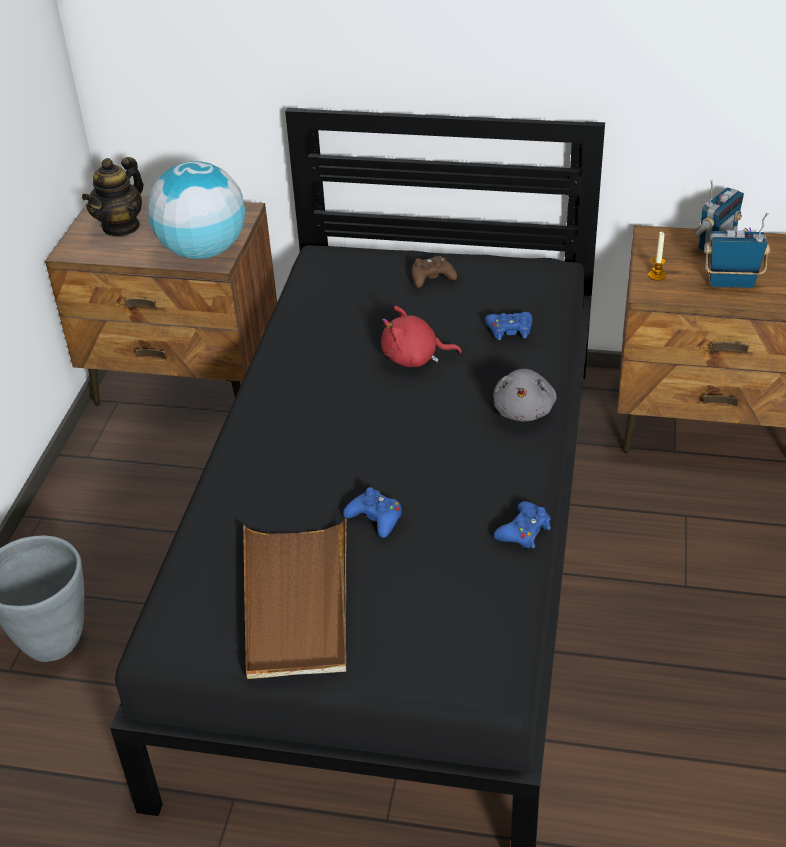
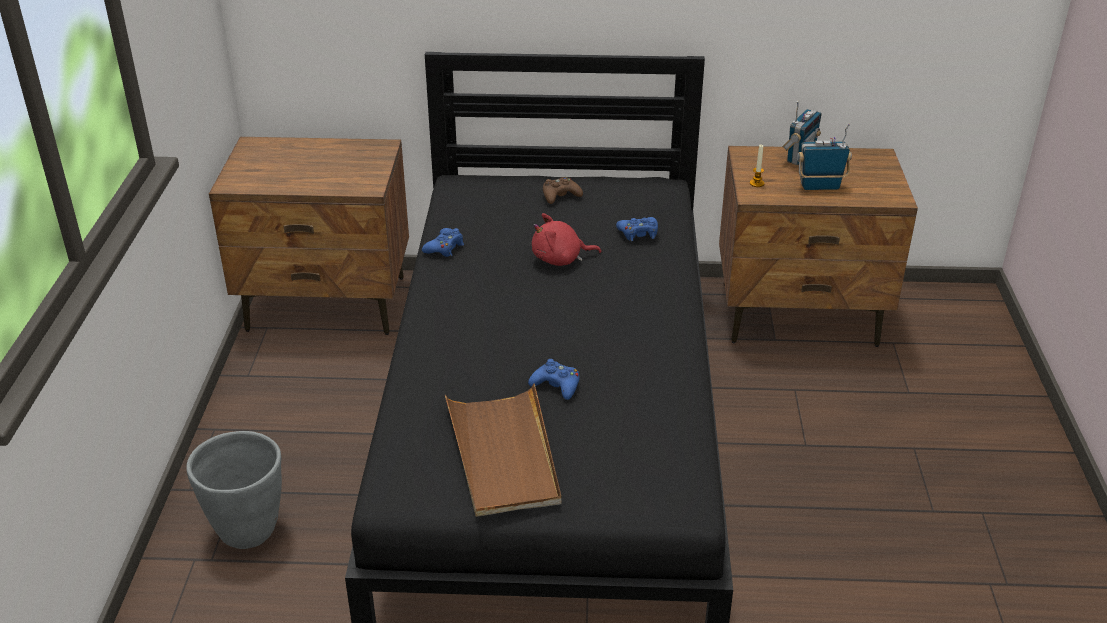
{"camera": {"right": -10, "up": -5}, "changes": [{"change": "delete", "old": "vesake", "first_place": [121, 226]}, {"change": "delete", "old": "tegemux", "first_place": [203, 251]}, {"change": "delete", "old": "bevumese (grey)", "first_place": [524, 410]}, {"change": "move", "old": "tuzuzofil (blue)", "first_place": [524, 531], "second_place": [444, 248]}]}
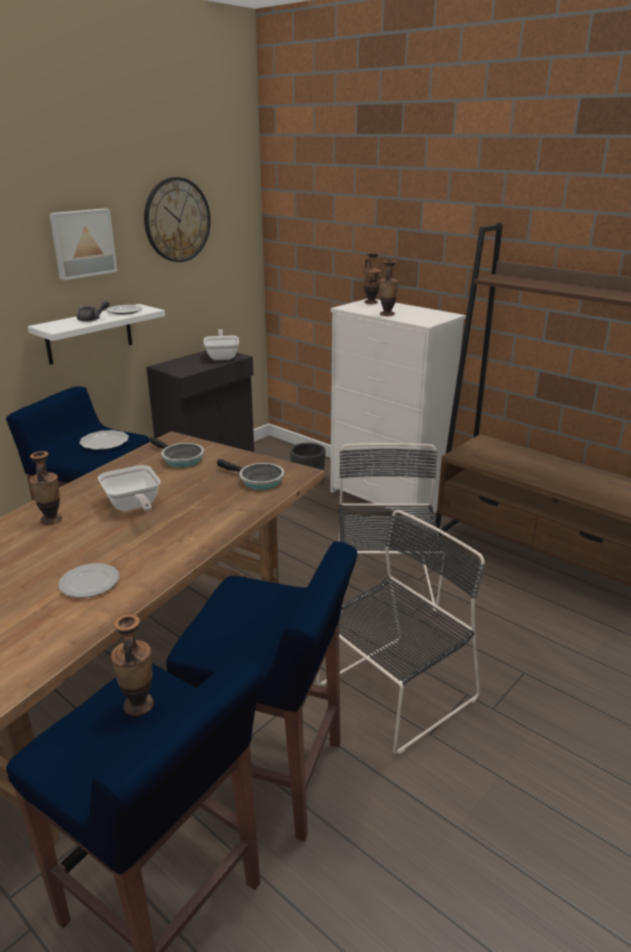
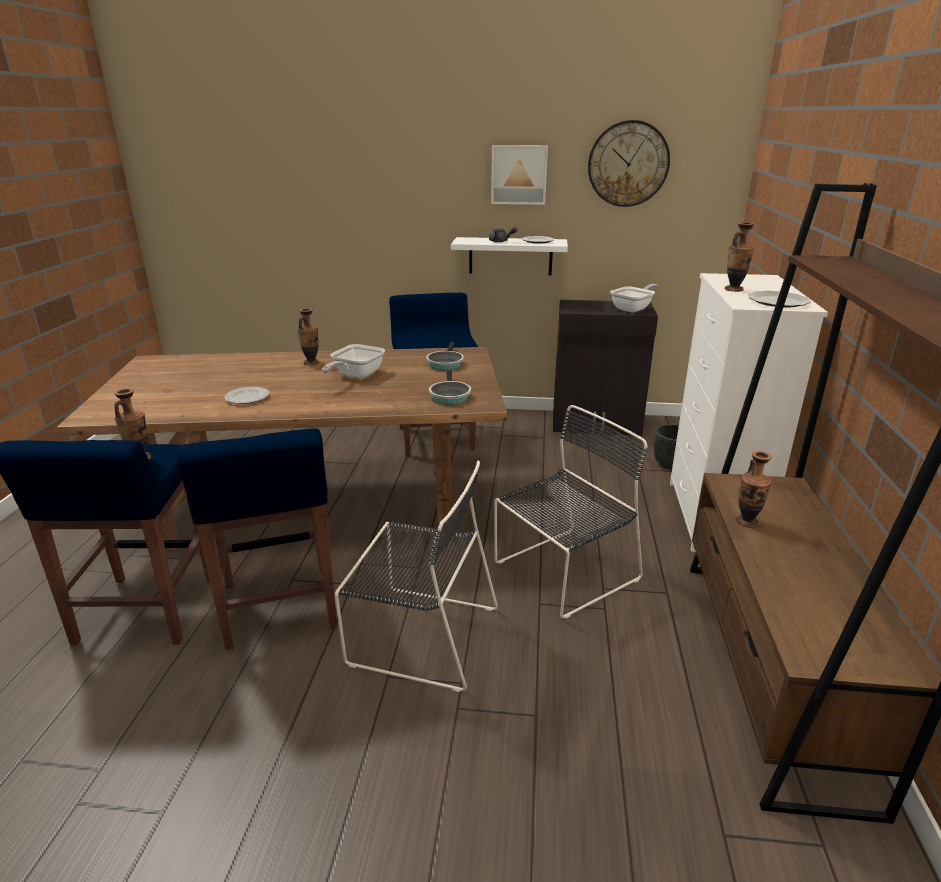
{"camera": {"right": 55, "up": 0}, "changes": [{"change": "move", "old": "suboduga", "first_place": [371, 303], "second_place": [747, 522]}, {"change": "move", "old": "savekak", "first_place": [103, 442], "second_place": [777, 301]}]}
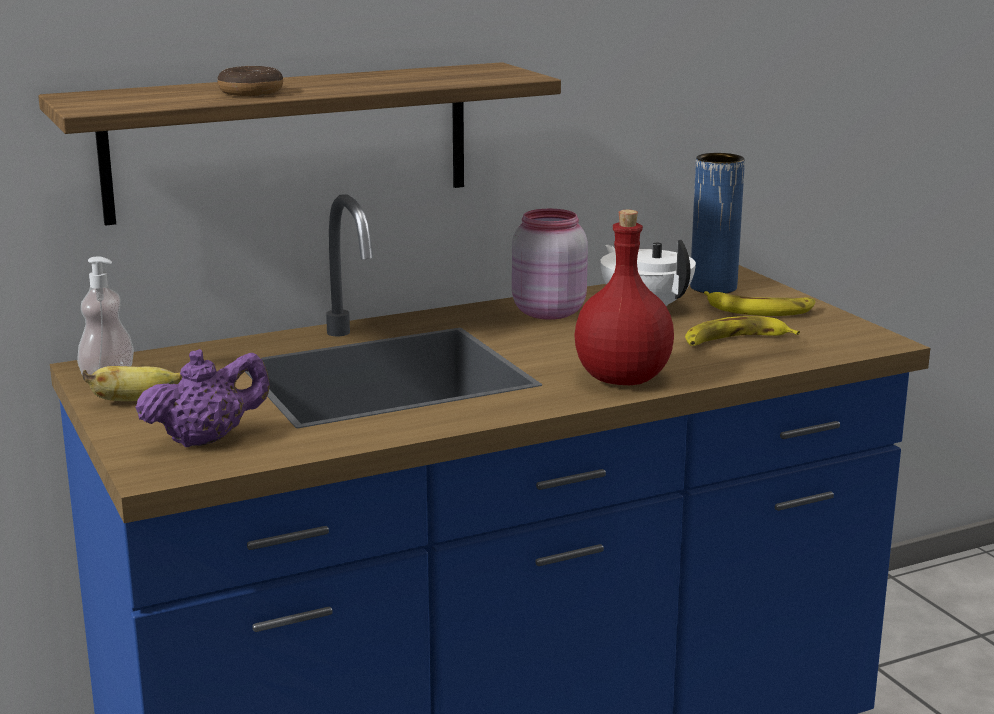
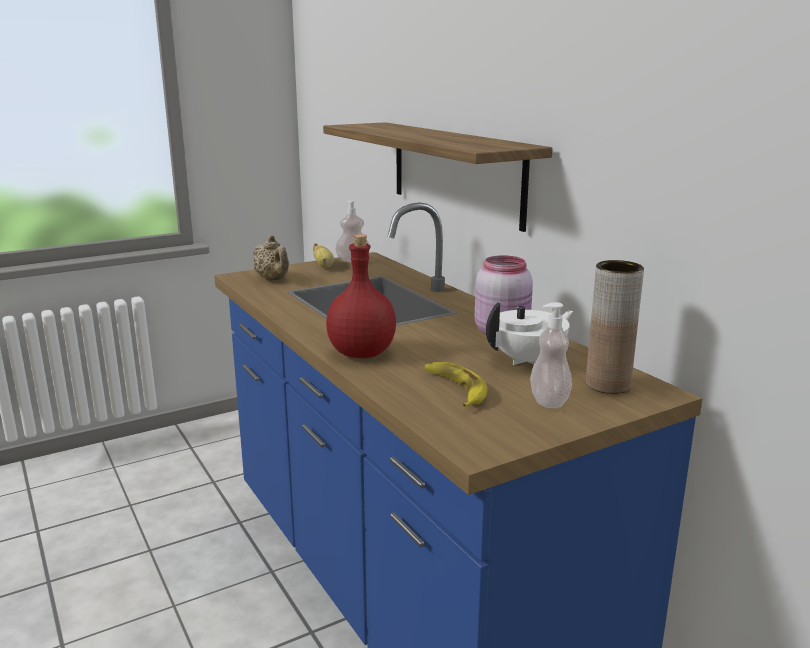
{"camera": {"right": 85, "up": 0}, "changes": [{"change": "delete", "old": "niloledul", "first_place": [251, 92]}, {"change": "recolor", "old": "suboduga (blue)", "new": "suboduga (brown)", "first_place": [713, 287], "second_place": [607, 385]}, {"change": "replace", "old": "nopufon", "new": "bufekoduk", "first_place": [759, 310], "second_place": [549, 401]}, {"change": "recolor", "old": "vesake (purple)", "new": "vesake (beige)", "first_place": [206, 440], "second_place": [273, 280]}]}
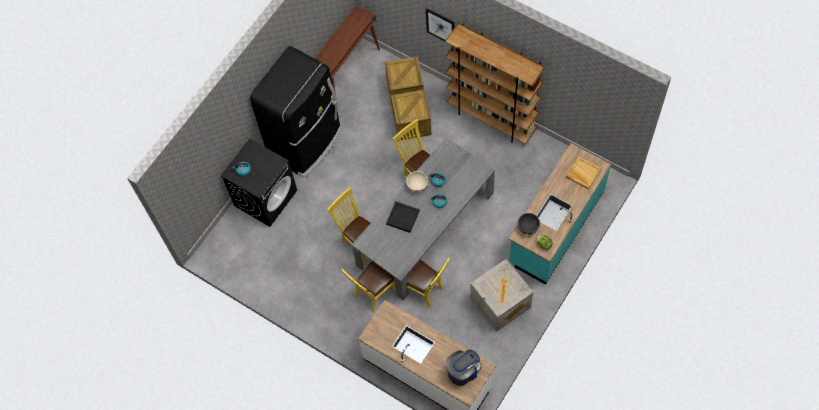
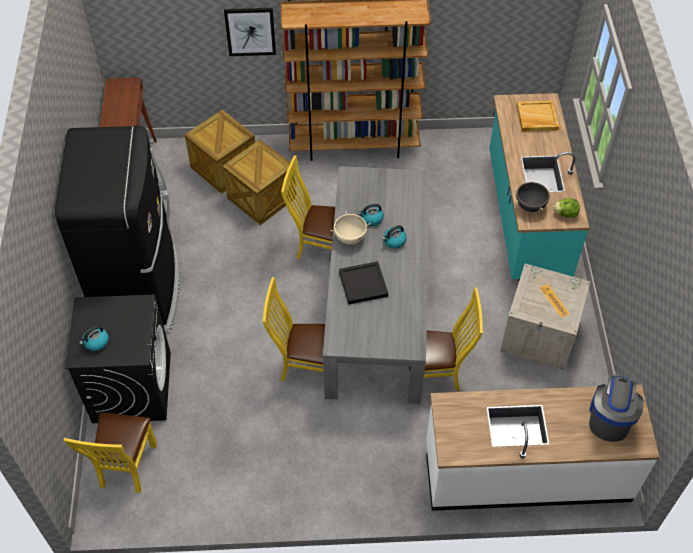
{"camera": {"right": -40, "up": -10}, "changes": [{"change": "move", "old": "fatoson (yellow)", "first_place": [373, 293], "second_place": [126, 469]}]}
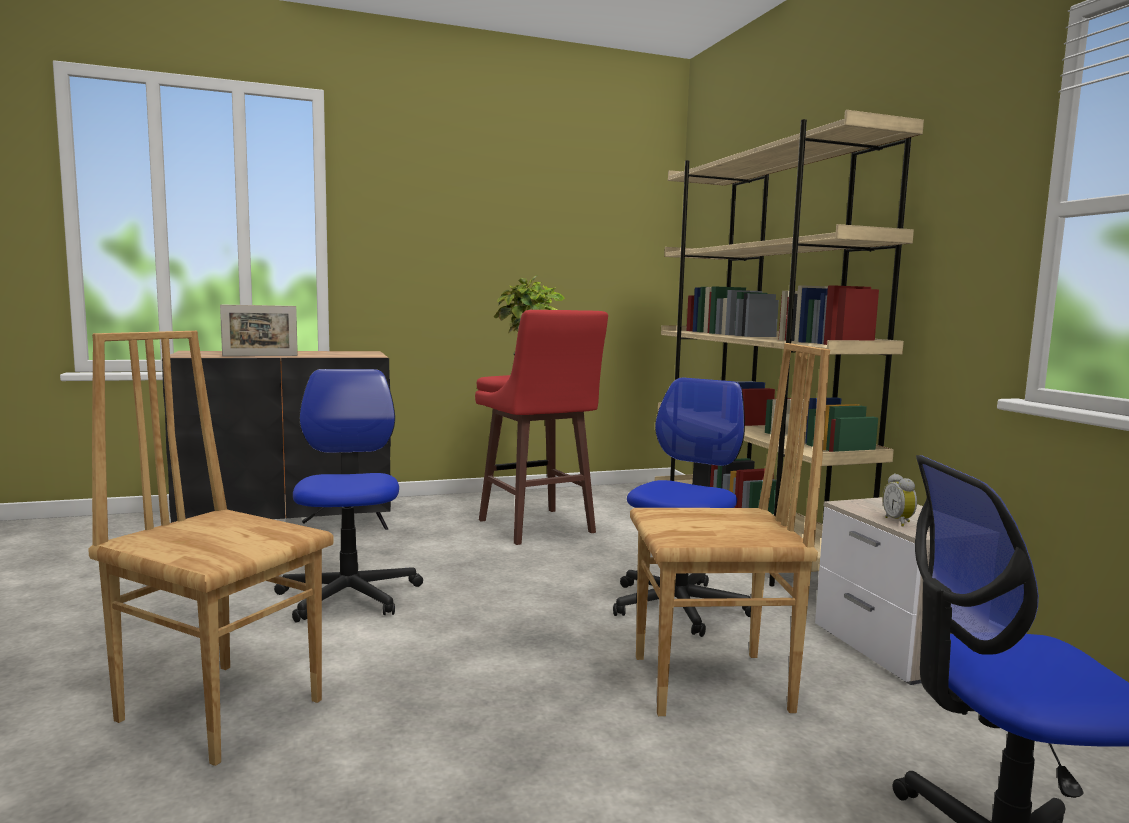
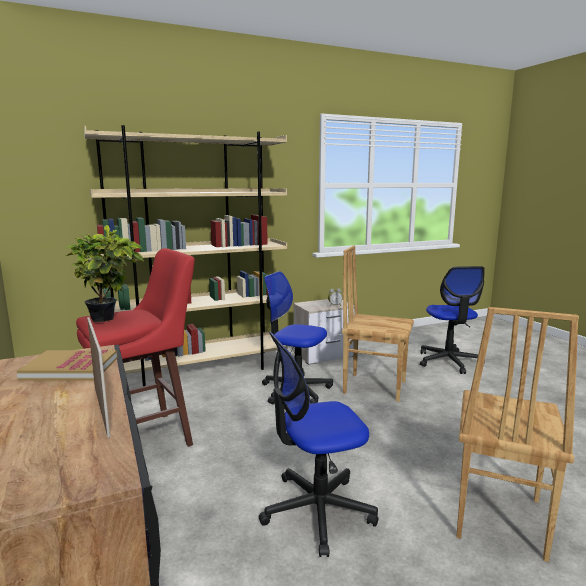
{"camera": {"right": -95, "up": 5}, "changes": [{"change": "rotate", "old": "fatoson (brown)", "first_place": [713, 684], "second_place": [374, 386], "degrees": -60}, {"change": "insert", "new": "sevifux", "second_place": [70, 368]}]}
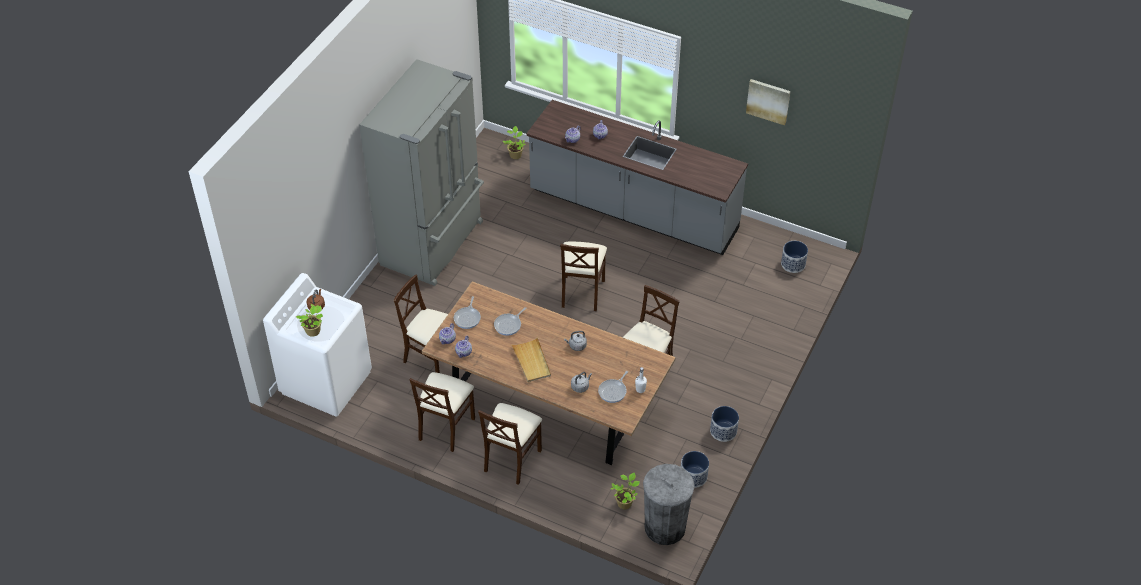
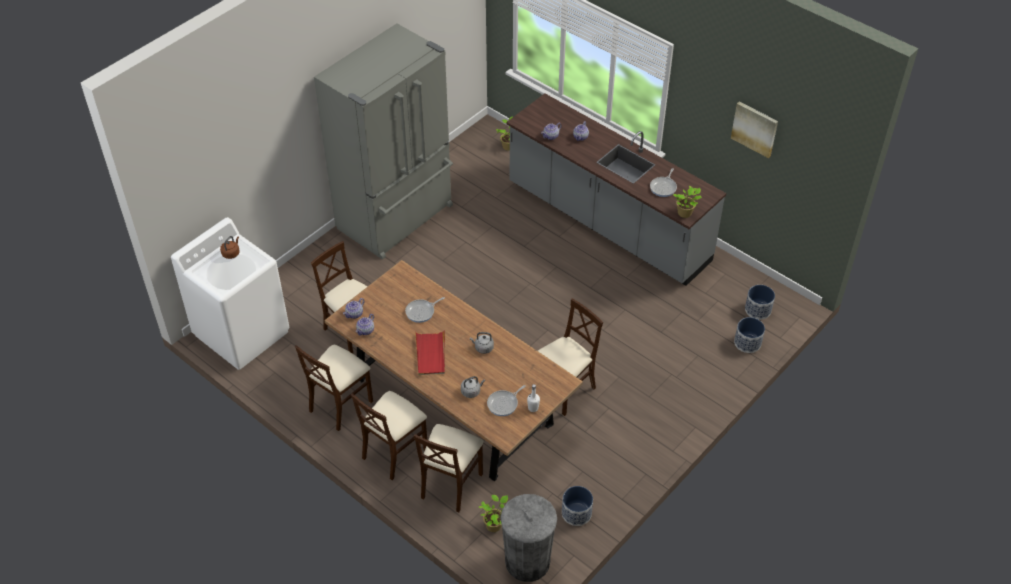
{"camera": {"right": 15, "up": 0}, "changes": [{"change": "move", "old": "fatoson (beige)", "first_place": [582, 292], "second_place": [451, 484]}, {"change": "move", "old": "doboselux", "first_place": [468, 318], "second_place": [664, 187]}, {"change": "move", "old": "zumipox", "first_place": [314, 331], "second_place": [685, 213]}, {"change": "recolor", "old": "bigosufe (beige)", "new": "bigosufe (red)", "first_place": [531, 361], "second_place": [431, 354]}, {"change": "move", "old": "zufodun", "first_place": [723, 431], "second_place": [747, 343]}]}
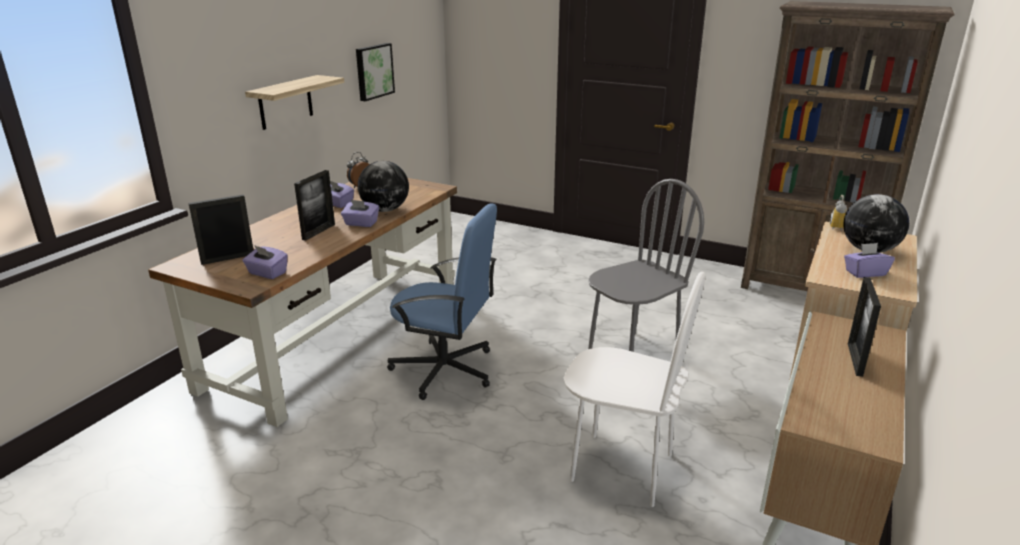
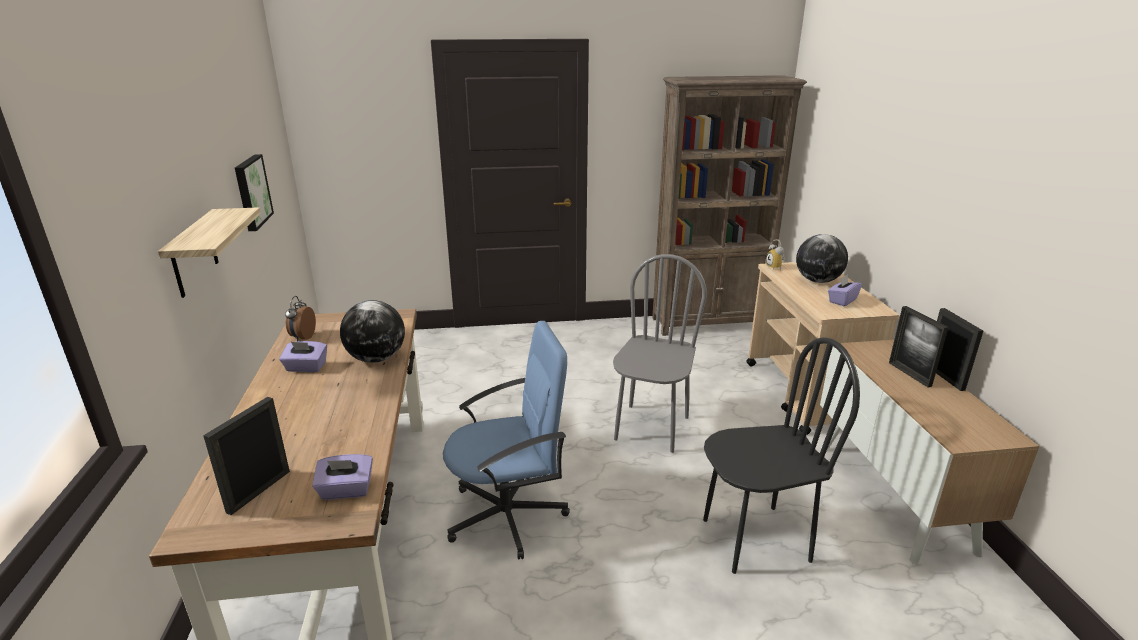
{"camera": {"right": -35, "up": 0}, "changes": [{"change": "move", "old": "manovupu", "first_place": [318, 232], "second_place": [944, 377]}, {"change": "delete", "old": "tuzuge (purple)", "first_place": [361, 223]}, {"change": "recolor", "old": "fatoson (white)", "new": "fatoson (black)", "first_place": [621, 468], "second_place": [755, 539]}]}
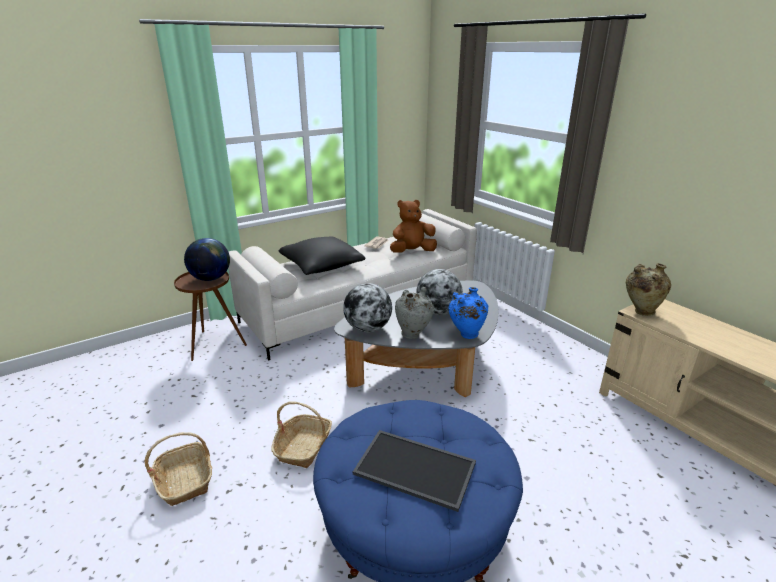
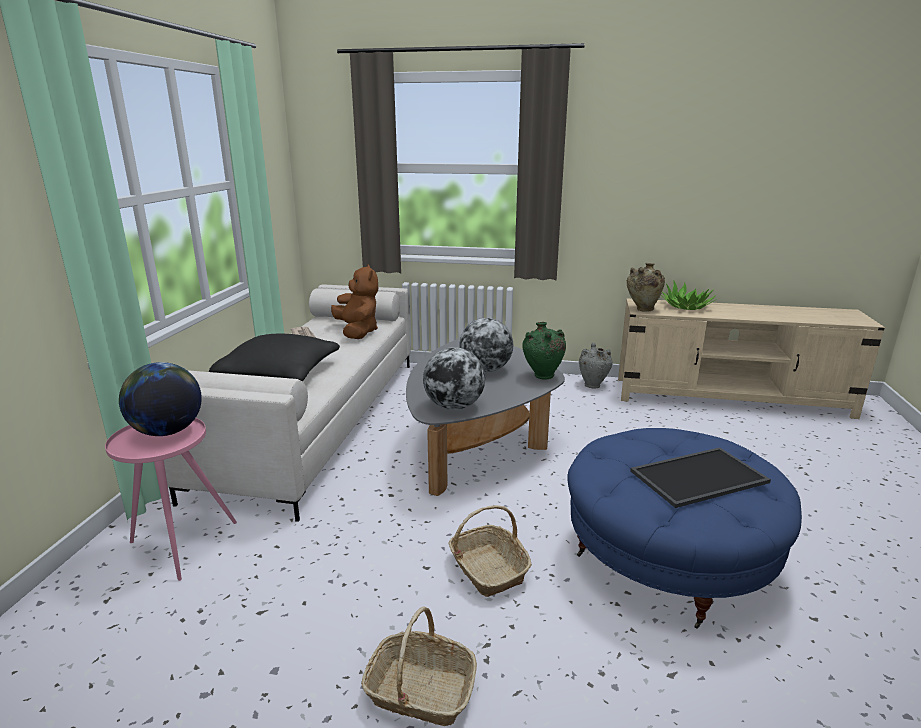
{"camera": {"right": -45, "up": -5}, "changes": [{"change": "rotate", "old": "bevumese (brown)", "first_place": [412, 252], "second_place": [357, 332], "degrees": 135}, {"change": "recolor", "old": "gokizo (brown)", "new": "gokizo (pink)", "first_place": [214, 344], "second_place": [180, 545]}, {"change": "move", "old": "suboduga (grey)", "first_place": [413, 334], "second_place": [593, 385]}, {"change": "recolor", "old": "suboduga (blue)", "new": "suboduga (green)", "first_place": [466, 335], "second_place": [542, 377]}, {"change": "insert", "new": "zumipox", "second_place": [686, 306]}]}
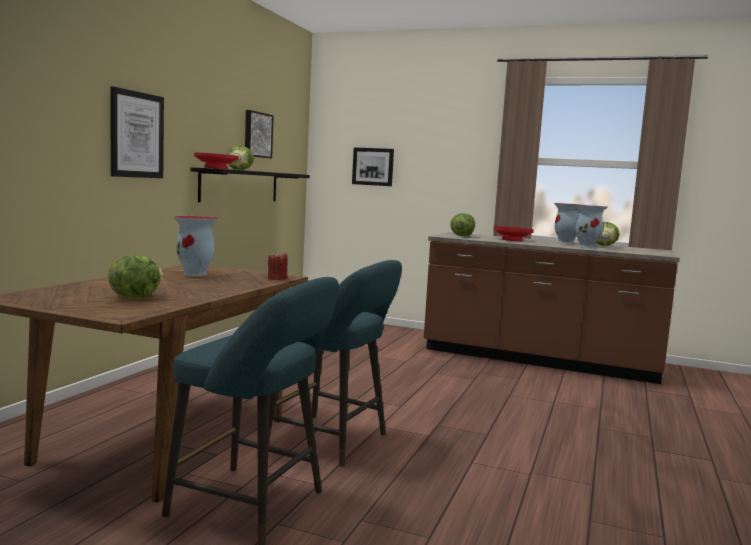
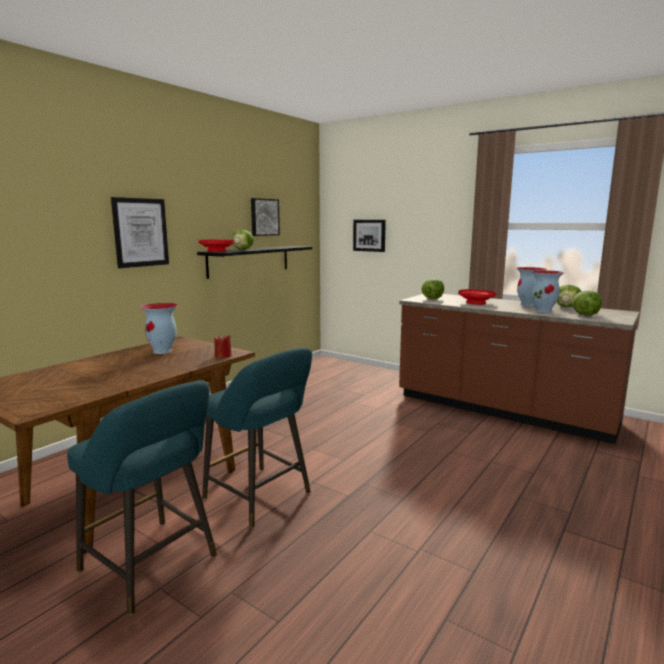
{"camera": {"right": 15, "up": 5}, "changes": [{"change": "move", "old": "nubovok", "first_place": [135, 297], "second_place": [585, 314]}]}
